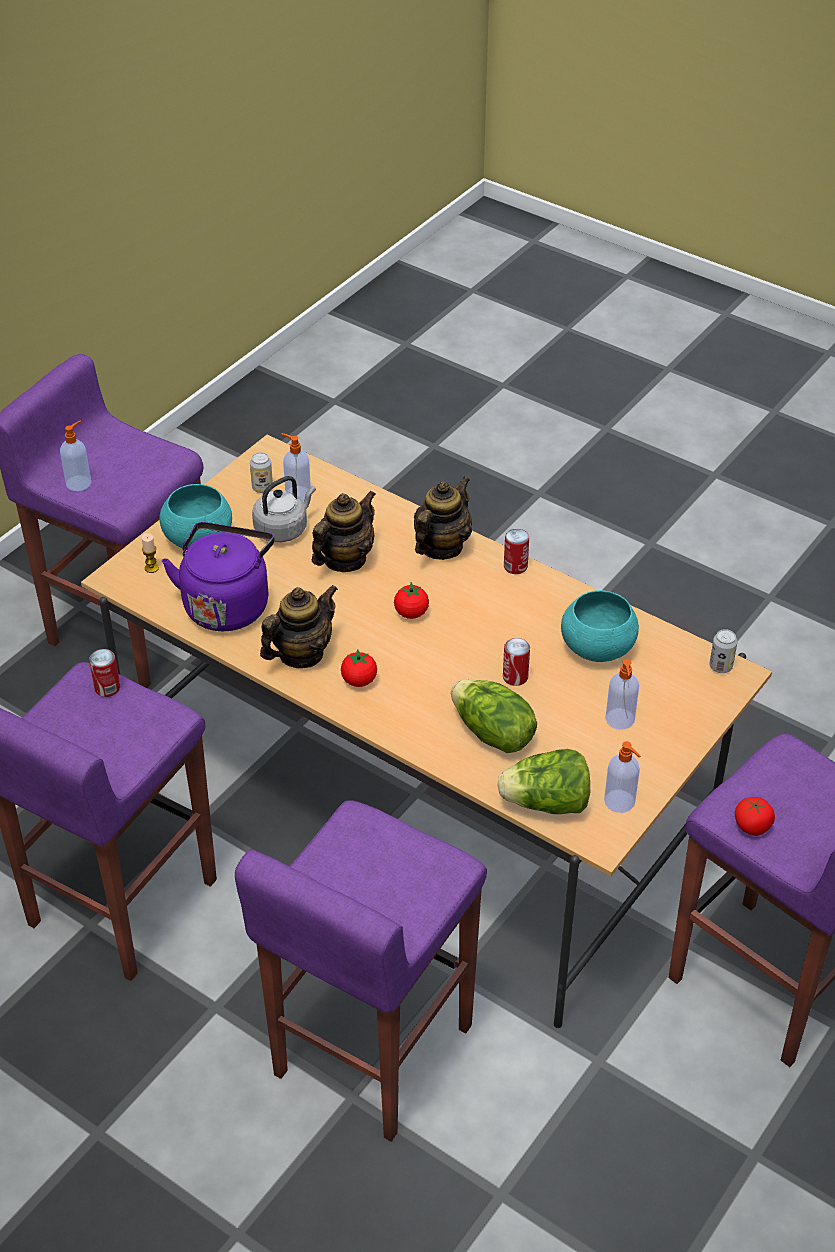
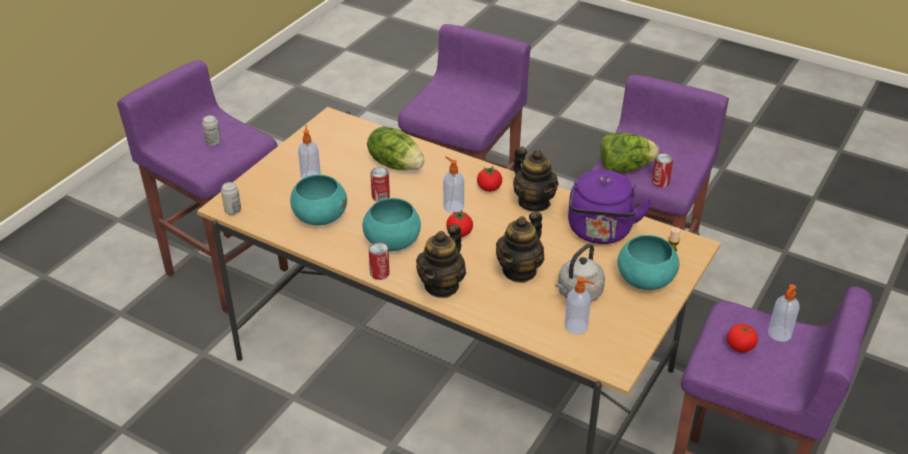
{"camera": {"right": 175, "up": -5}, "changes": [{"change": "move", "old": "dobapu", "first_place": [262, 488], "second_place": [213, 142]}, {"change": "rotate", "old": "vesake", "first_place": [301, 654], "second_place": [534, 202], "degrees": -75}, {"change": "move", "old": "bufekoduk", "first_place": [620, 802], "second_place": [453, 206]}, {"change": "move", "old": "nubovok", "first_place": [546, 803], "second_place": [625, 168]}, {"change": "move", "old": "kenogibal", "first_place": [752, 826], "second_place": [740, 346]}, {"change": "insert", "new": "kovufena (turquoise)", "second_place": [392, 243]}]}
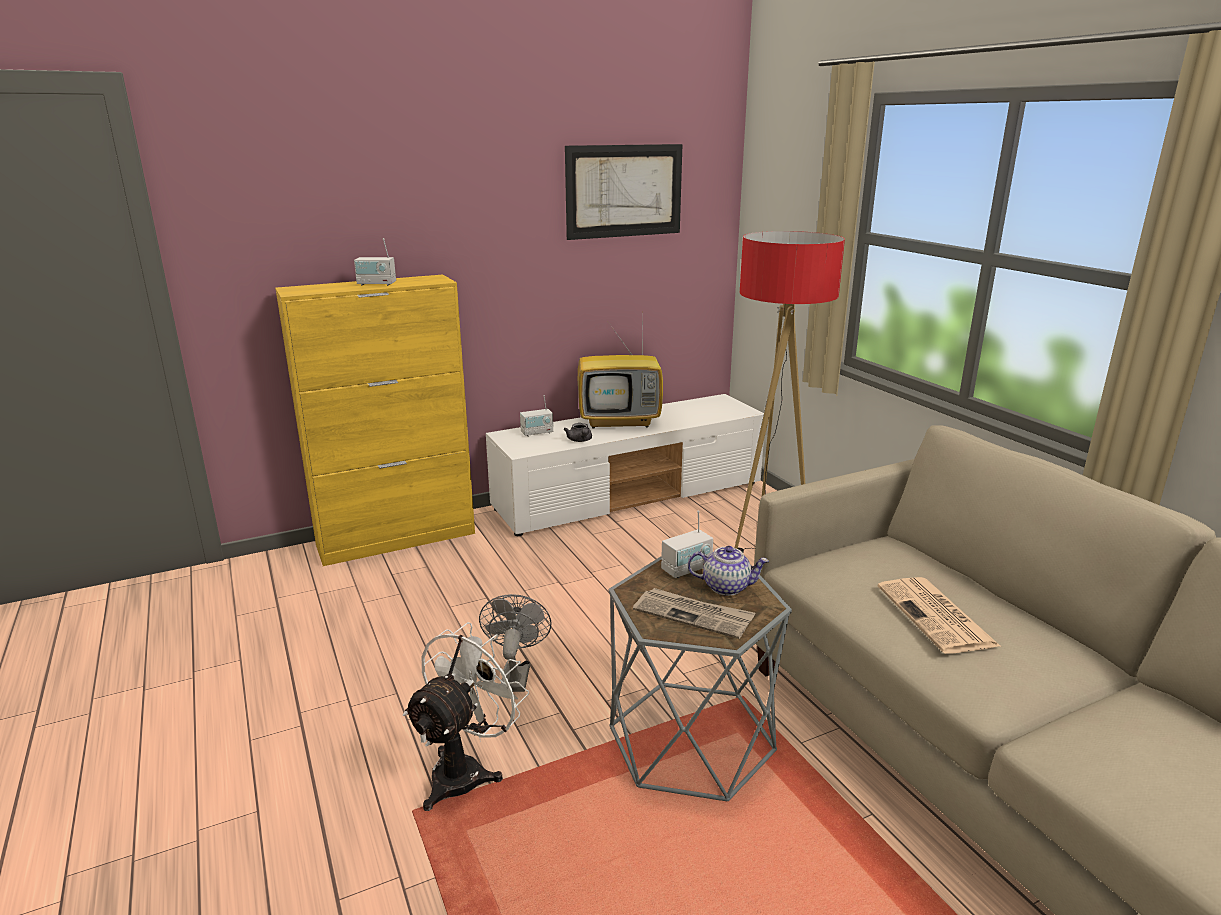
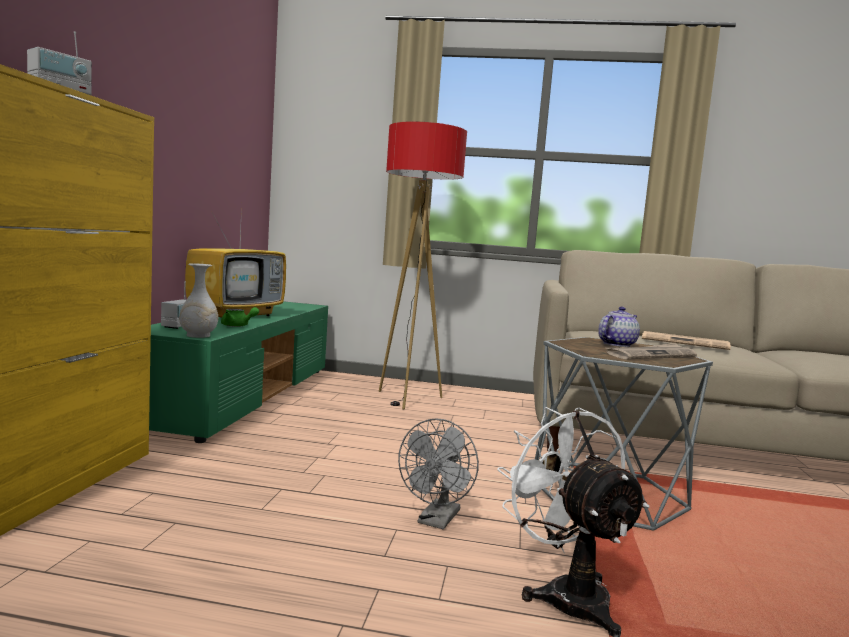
{"camera": {"right": -55, "up": -15}, "changes": [{"change": "delete", "old": "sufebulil", "first_place": [624, 191]}, {"change": "recolor", "old": "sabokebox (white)", "new": "sabokebox (green)", "first_place": [630, 495], "second_place": [243, 395]}, {"change": "recolor", "old": "vesake (grey)", "new": "vesake (green)", "first_place": [580, 440], "second_place": [237, 326]}, {"change": "delete", "old": "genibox", "first_place": [687, 569]}, {"change": "rotate", "old": "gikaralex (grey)", "first_place": [515, 674], "second_place": [436, 521], "degrees": -105}, {"change": "insert", "new": "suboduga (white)", "second_place": [198, 335]}]}
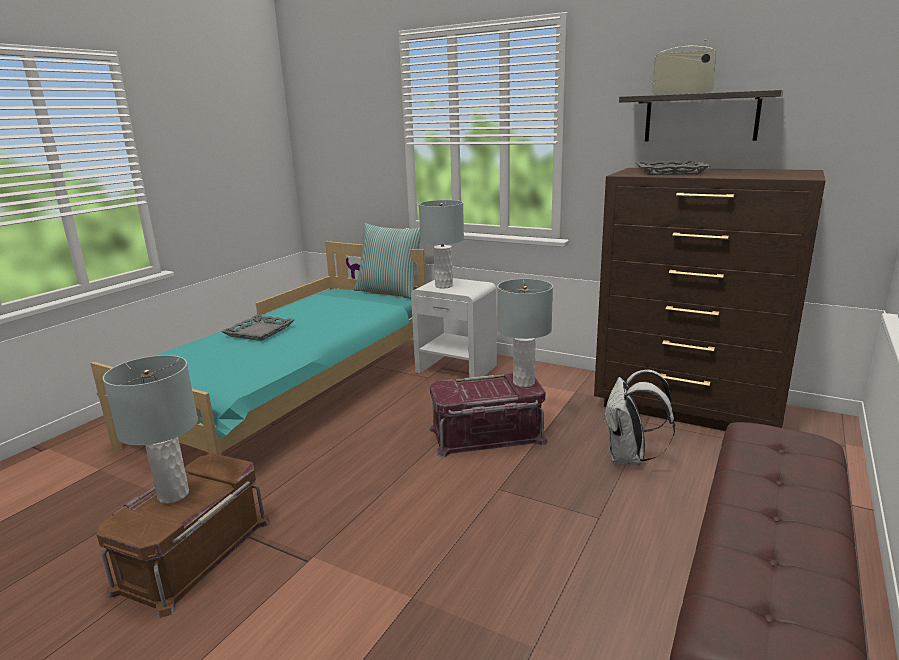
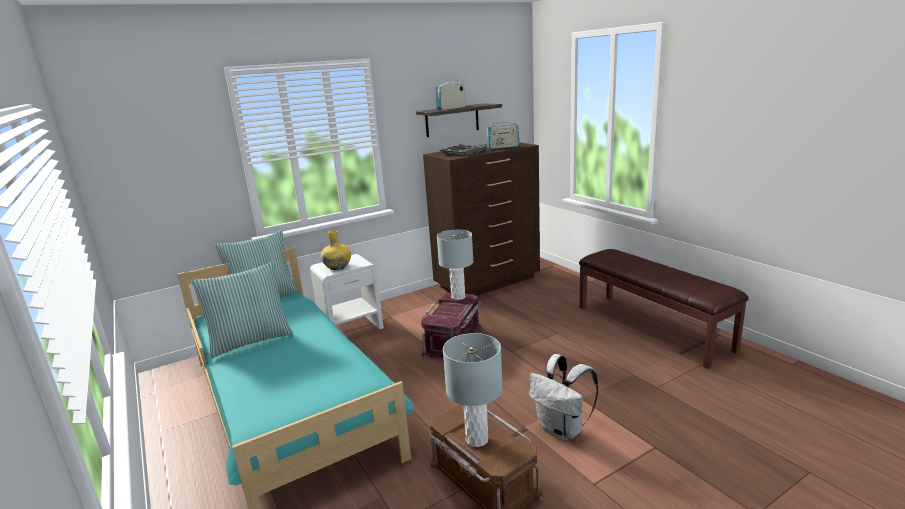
{"camera": {"right": -60, "up": 0}, "changes": [{"change": "replace", "old": "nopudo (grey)", "new": "suboduga (yellow)", "first_place": [444, 286], "second_place": [337, 267]}, {"change": "delete", "old": "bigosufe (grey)", "first_place": [259, 331]}, {"change": "move", "old": "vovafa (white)", "first_place": [630, 458], "second_place": [562, 430]}, {"change": "insert", "new": "genibox", "second_place": [503, 147]}, {"change": "insert", "new": "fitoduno", "second_place": [250, 340]}]}
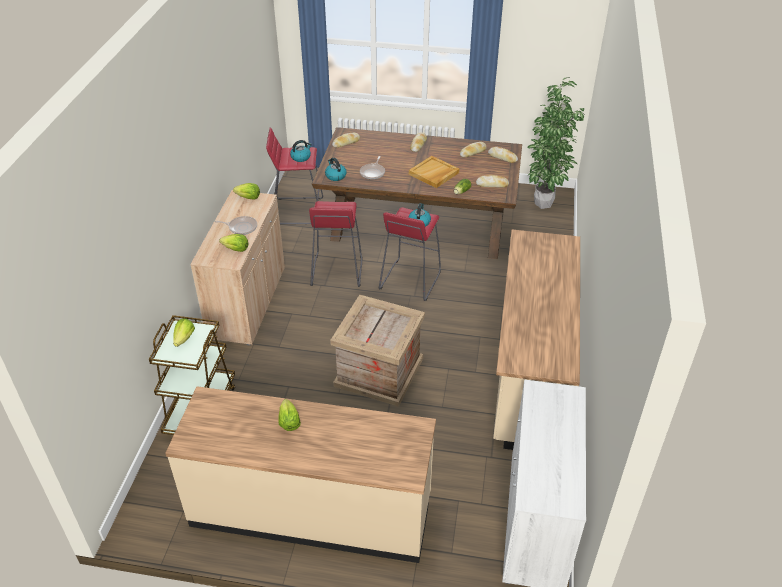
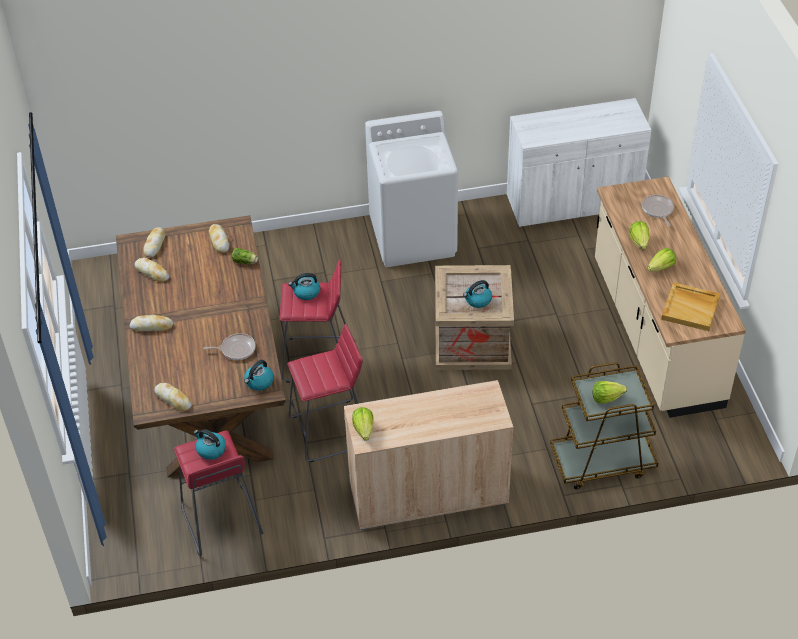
{"camera": {"right": -110, "up": 5}, "changes": [{"change": "delete", "old": "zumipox", "first_place": [544, 205]}, {"change": "move", "old": "bigosufe (beige)", "first_place": [434, 174], "second_place": [691, 308]}, {"change": "move", "old": "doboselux", "first_place": [241, 227], "second_place": [657, 210]}, {"change": "replace", "old": "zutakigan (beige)", "new": "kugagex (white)", "first_place": [529, 373], "second_place": [413, 237]}, {"change": "move", "old": "nubovok", "first_place": [236, 249], "second_place": [639, 242]}, {"change": "insert", "new": "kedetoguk", "second_place": [477, 300]}]}
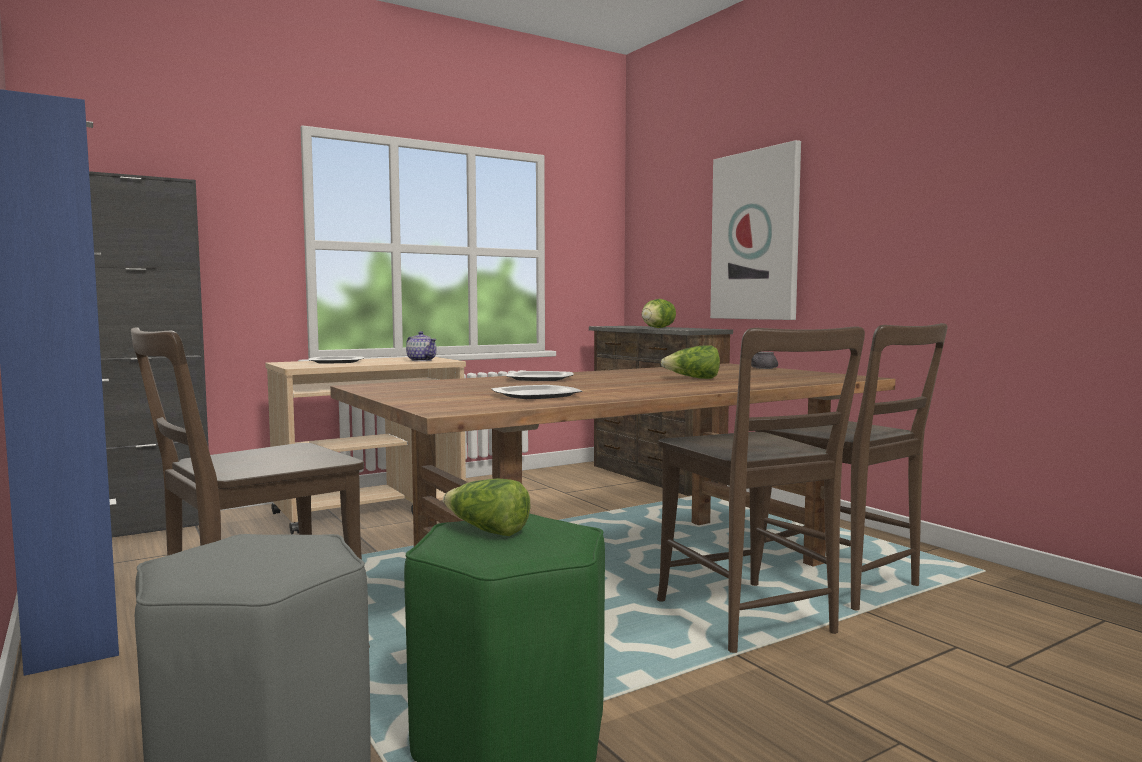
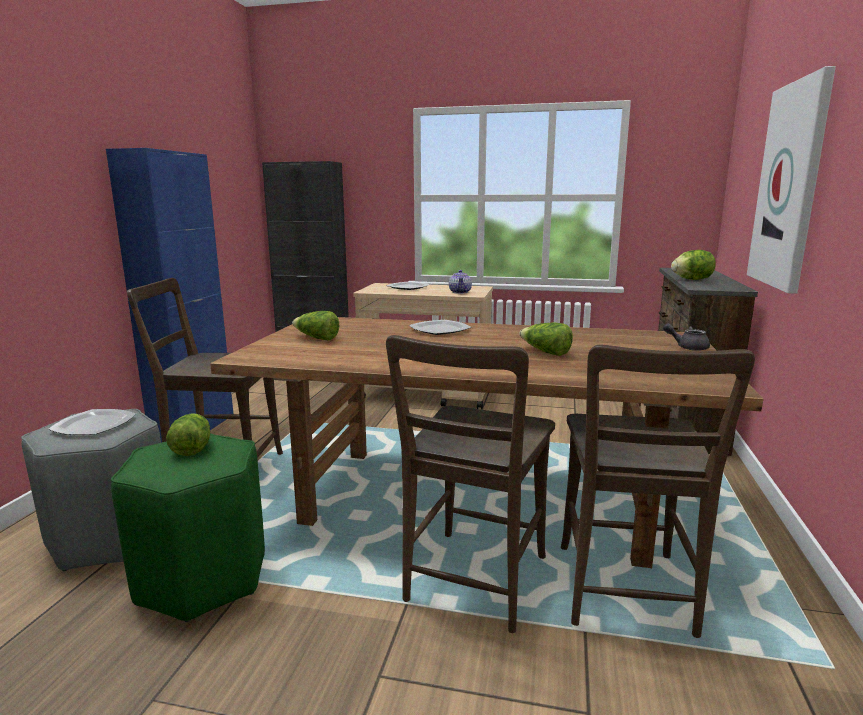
{"camera": {"right": 45, "up": 10}, "changes": [{"change": "move", "old": "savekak", "first_place": [535, 395], "second_place": [94, 425]}, {"change": "insert", "new": "nubovok", "second_place": [316, 338]}]}
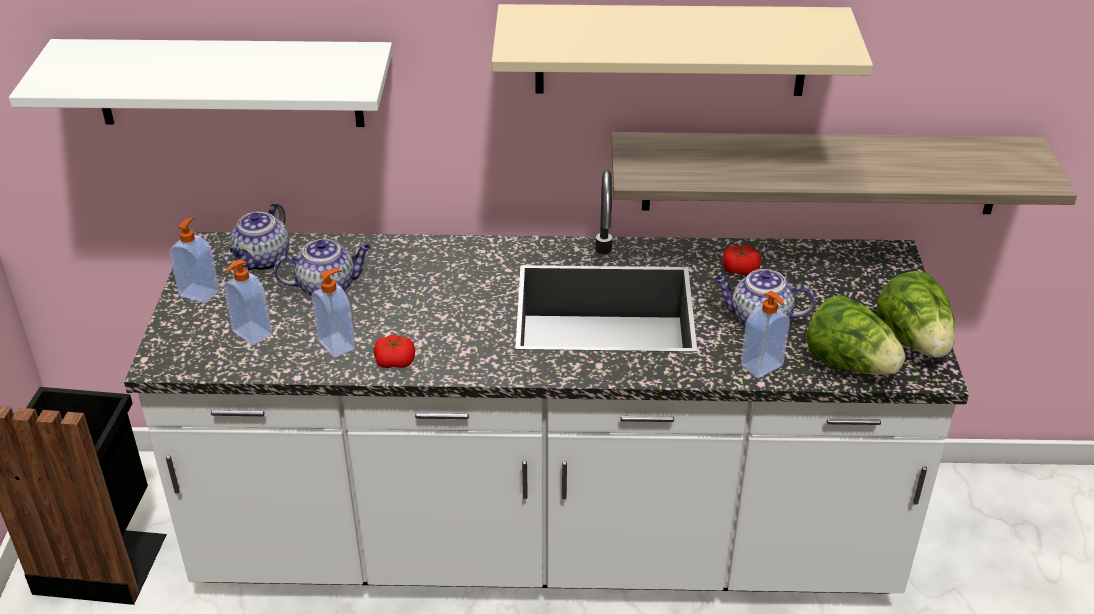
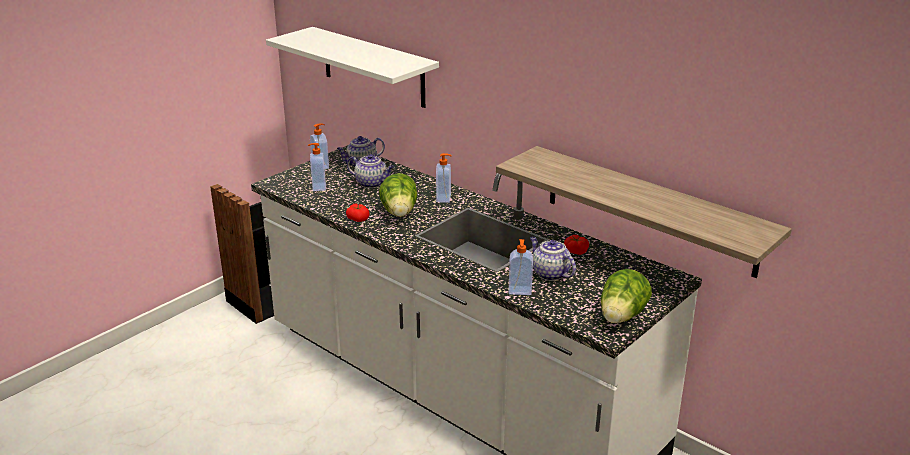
{"camera": {"right": 40, "up": -10}, "changes": [{"change": "delete", "old": "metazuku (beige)", "first_place": [671, 50]}, {"change": "move", "old": "bufekoduk", "first_place": [338, 344], "second_place": [444, 198]}, {"change": "move", "old": "nubovok", "first_place": [849, 364], "second_place": [399, 213]}]}
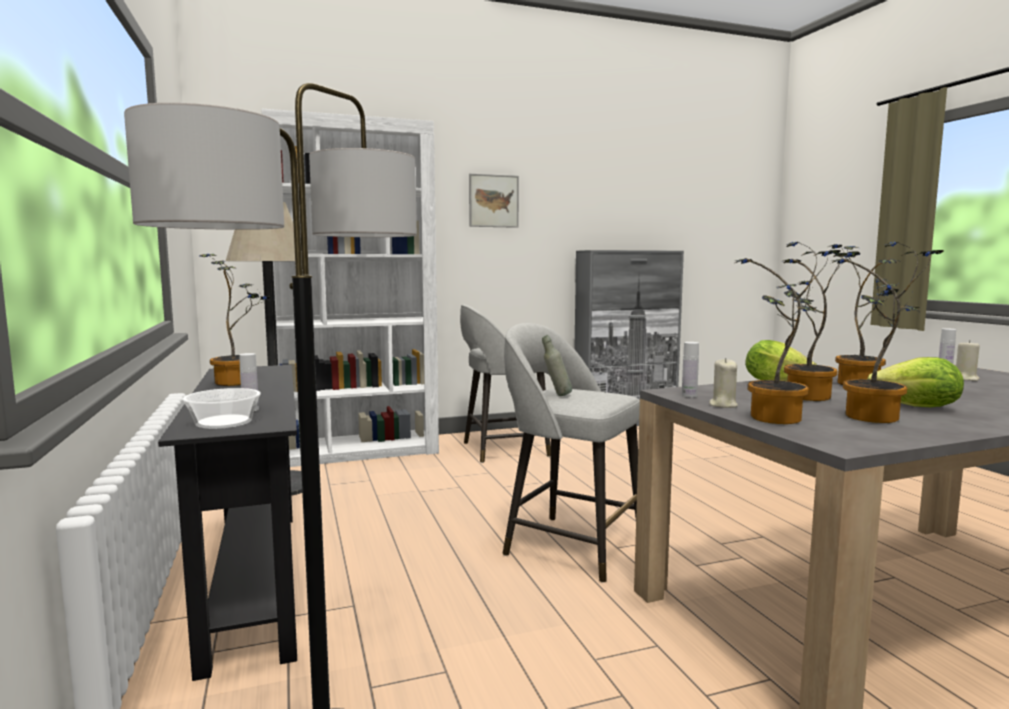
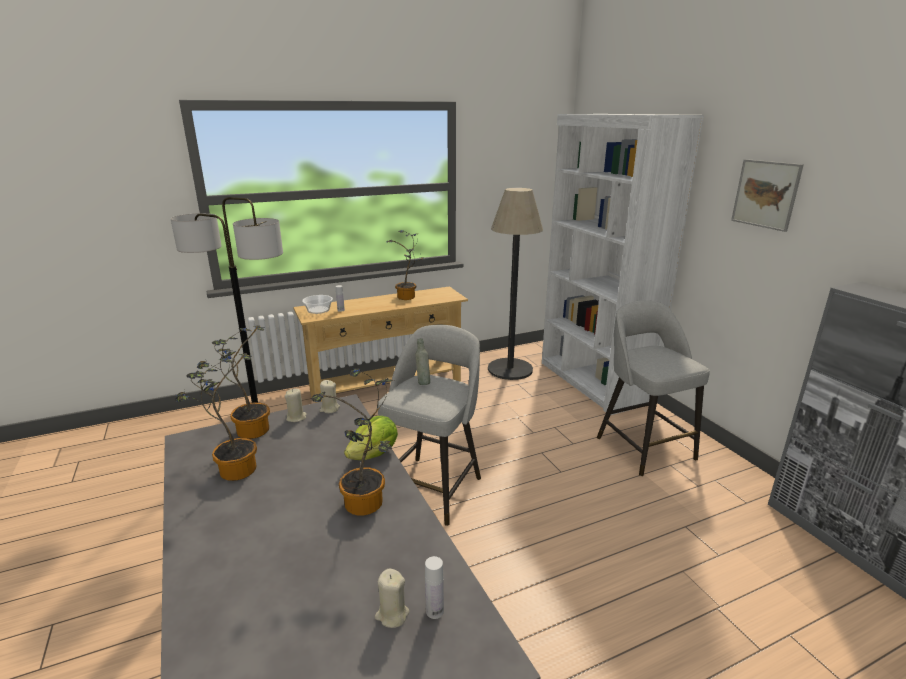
{"camera": {"right": 85, "up": 15}, "changes": [{"change": "delete", "old": "zumipox", "first_place": [805, 397]}, {"change": "replace", "old": "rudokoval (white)", "new": "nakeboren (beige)", "first_place": [689, 396], "second_place": [329, 409]}, {"change": "delete", "old": "nubovok", "first_place": [917, 407]}, {"change": "recolor", "old": "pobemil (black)", "new": "pobemil (beige)", "first_place": [252, 580], "second_place": [387, 389]}]}
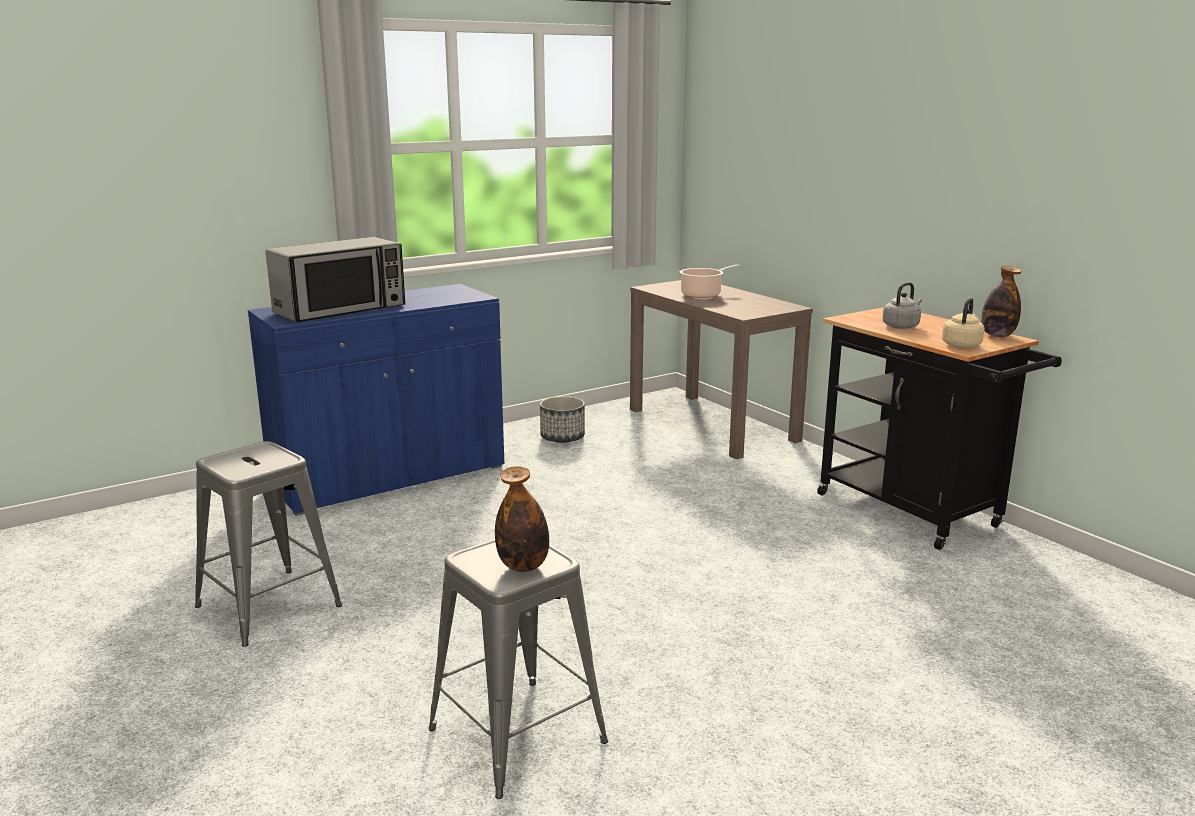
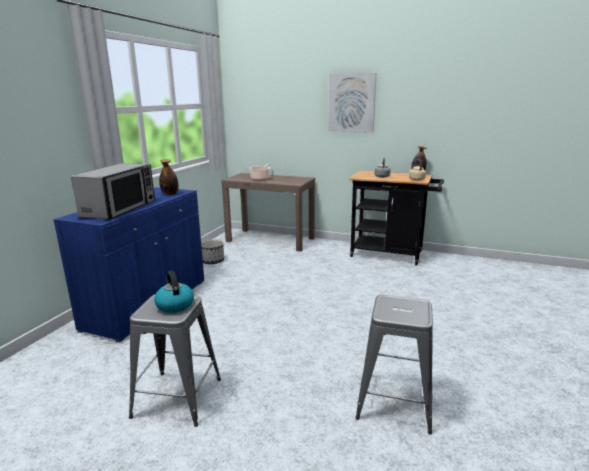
{"camera": {"right": -35, "up": 0}, "changes": [{"change": "move", "old": "rudokoval", "first_place": [523, 566], "second_place": [170, 194]}, {"change": "insert", "new": "sufebulil", "second_place": [351, 103]}, {"change": "insert", "new": "kedetoguk", "second_place": [174, 305]}]}
